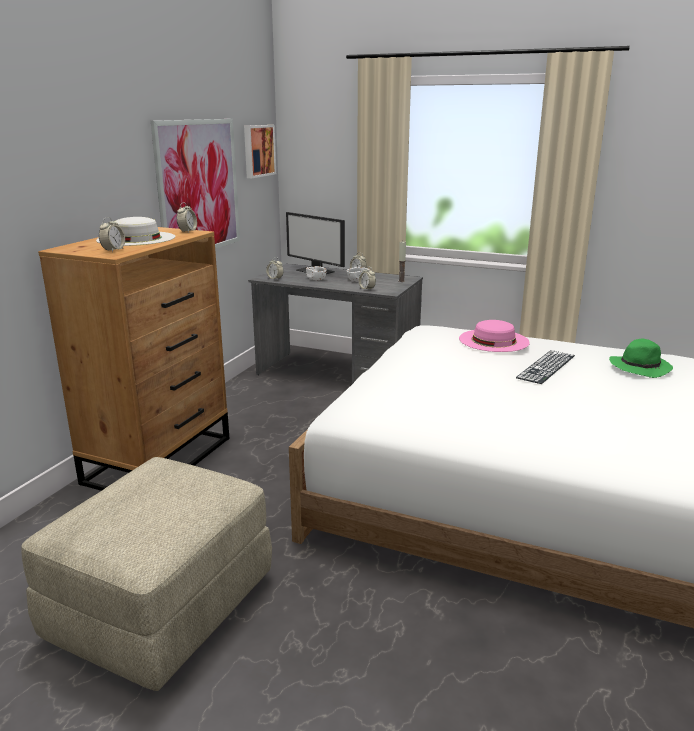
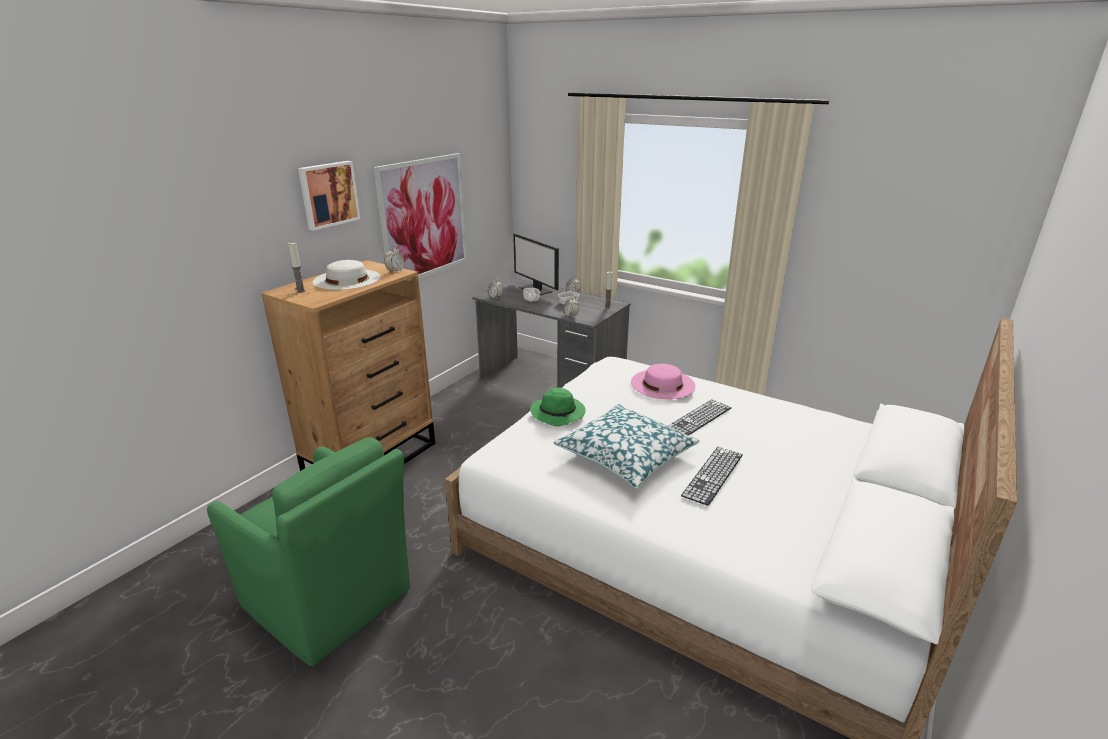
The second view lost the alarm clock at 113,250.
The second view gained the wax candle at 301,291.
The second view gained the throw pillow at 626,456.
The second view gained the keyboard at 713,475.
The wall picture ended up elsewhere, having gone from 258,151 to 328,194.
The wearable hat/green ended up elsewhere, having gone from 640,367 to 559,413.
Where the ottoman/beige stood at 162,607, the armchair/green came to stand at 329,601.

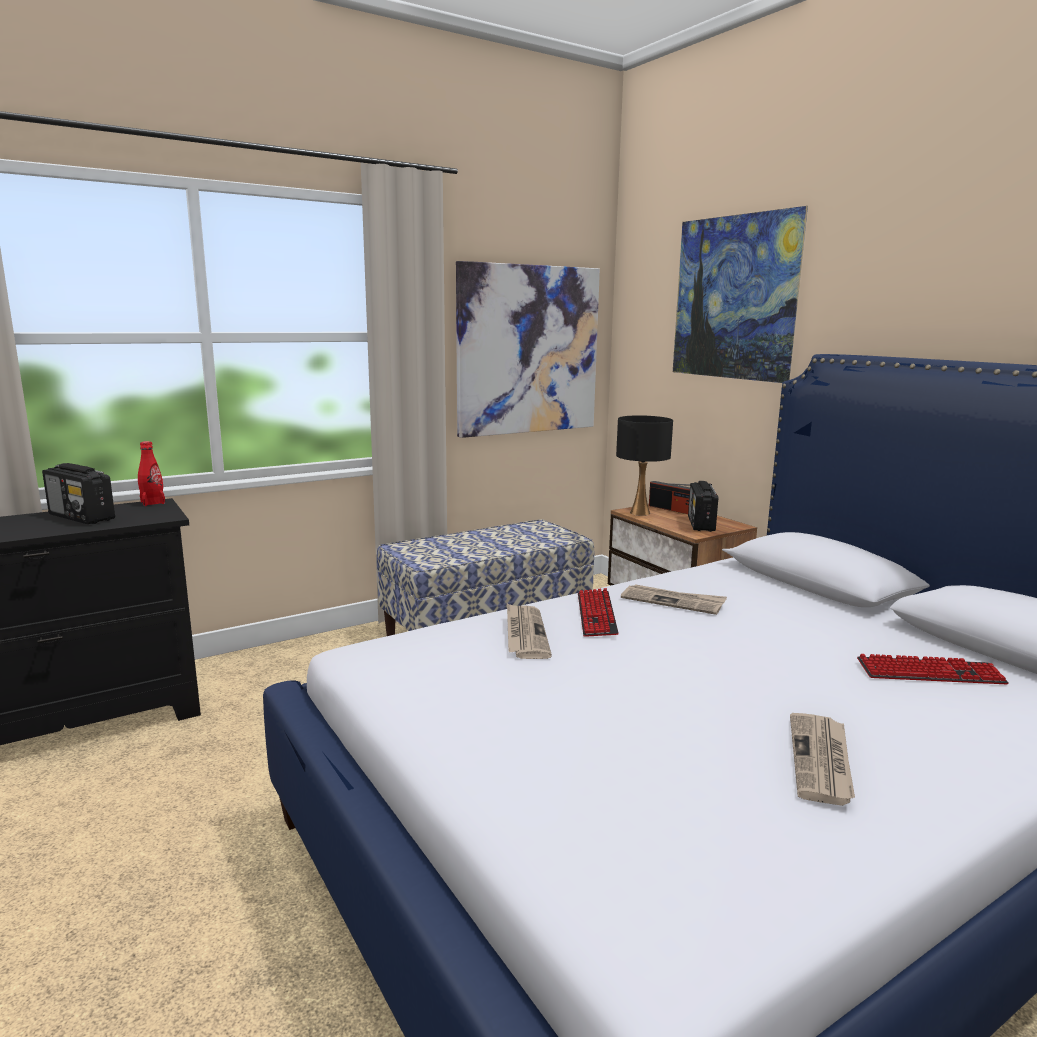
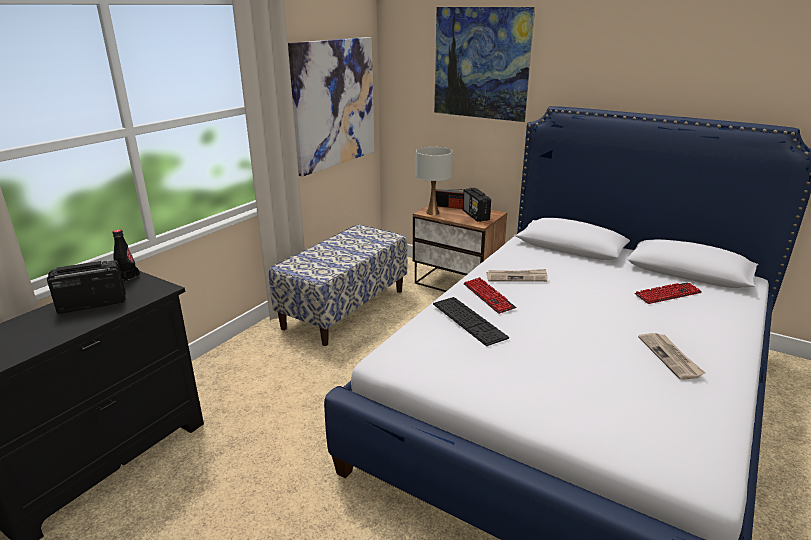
Where the daily paper stood at 525,634, the keyboard came to stand at 468,320.
What was the beverage bottle/reddish at 153,502 turned into the beverage bottle/black at 128,277.
What was the table lamp/black at 639,513 turned into the table lamp/whitish at 432,213.
The radio set at 82,517 ended up facing another way, 150 degrees clockwise from before.

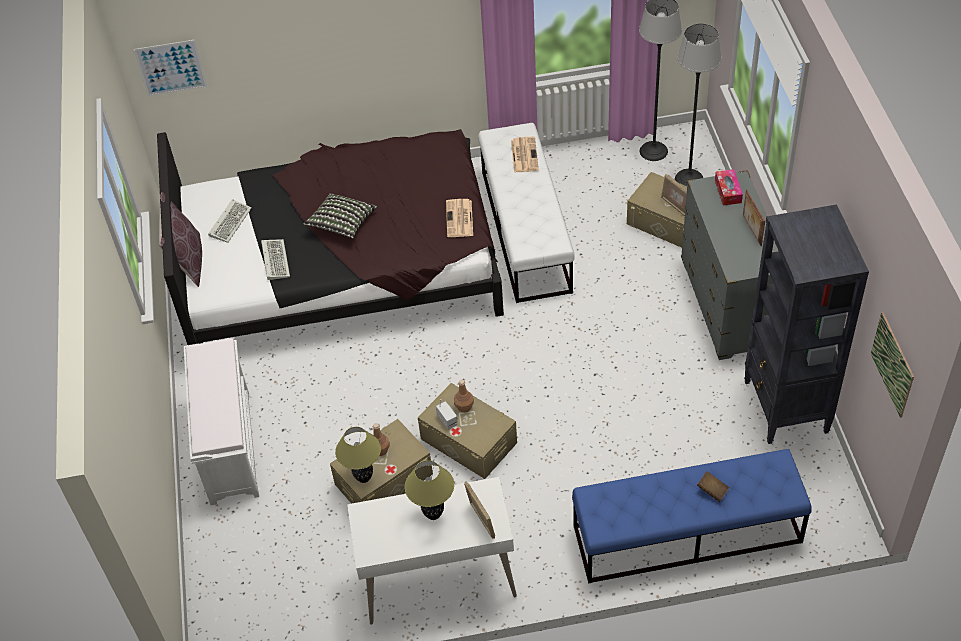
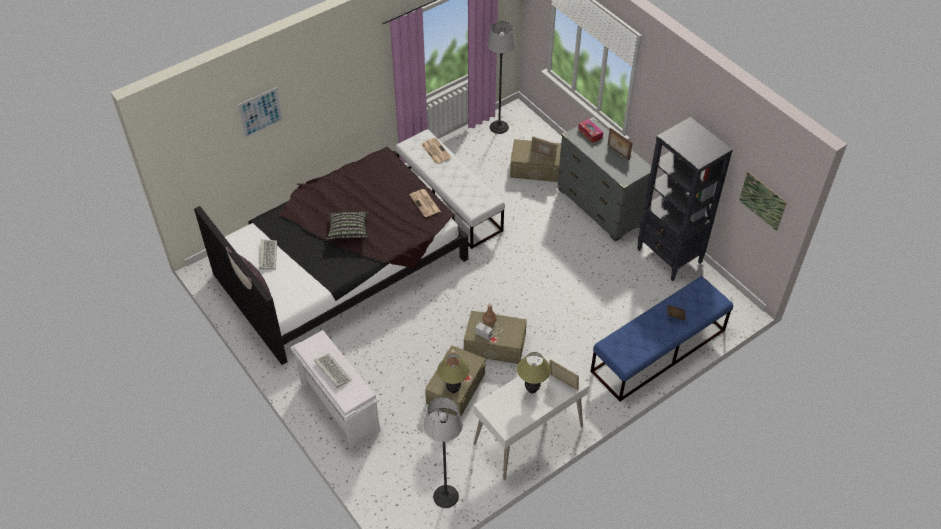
The wall picture ended up elsewhere, having gone from 171,68 to 260,112.
The keyboard ended up elsewhere, having gone from 274,260 to 331,371.
The standing lamp ended up elsewhere, having gone from 689,179 to 445,496.

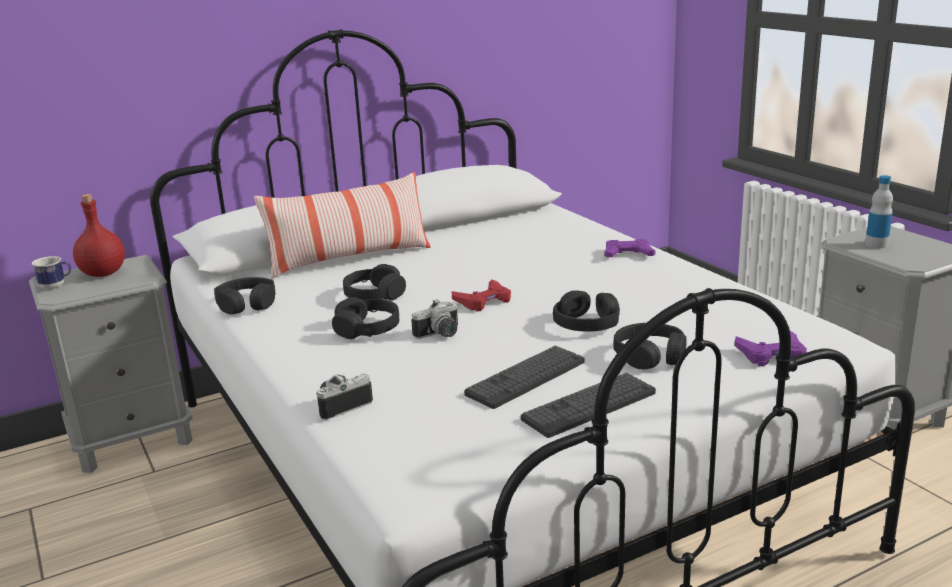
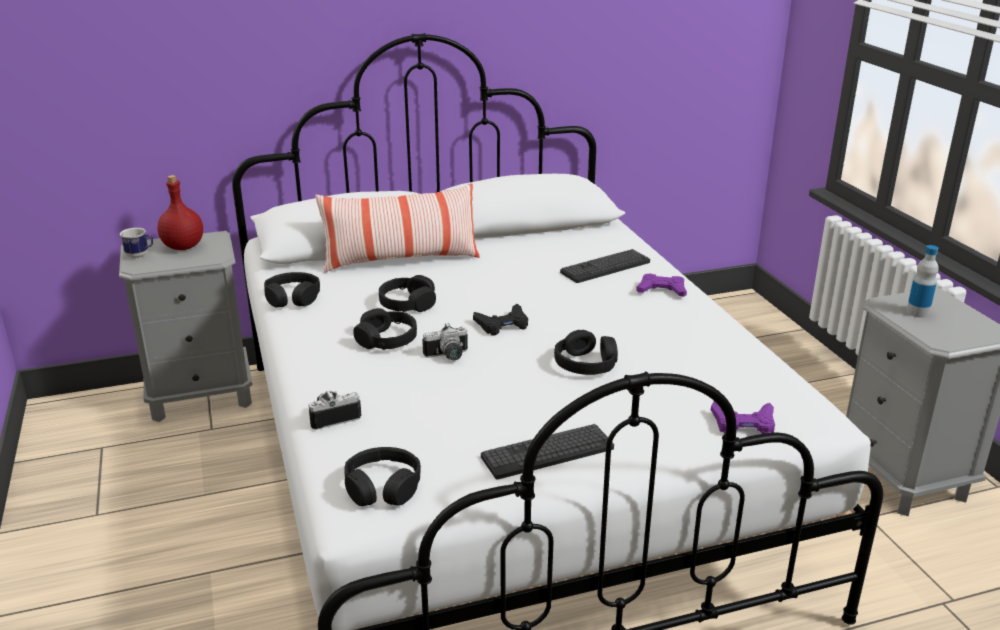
The keyboard ended up elsewhere, having gone from 526,378 to 605,267.
The headset/black ended up elsewhere, having gone from 650,356 to 383,487.
What was the joypad/reddish at 483,301 turned into the joypad/black at 502,324.

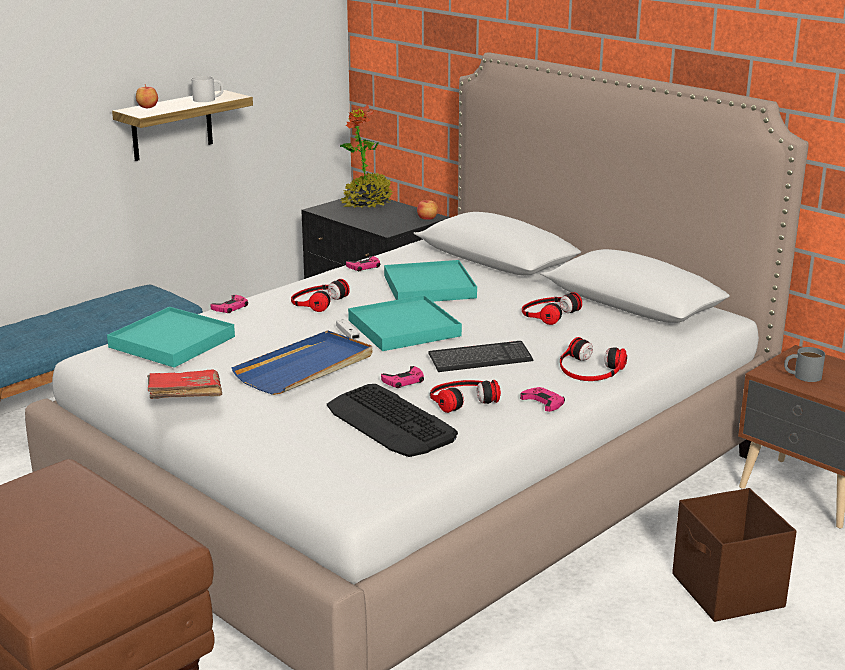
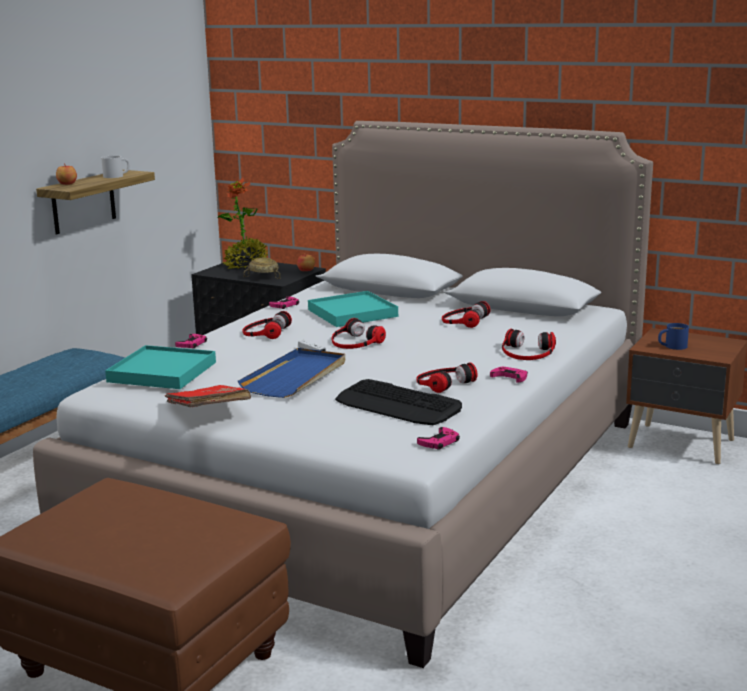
The second view lost the keyboard at 480,359.
The second view lost the storage box/brown-coloured at 727,592.
The second view gained the serving bowl/beige at 262,277.
The joypad/pinkish ended up elsewhere, having gone from 404,381 to 439,442.
Where the carrying tray/turquoise-coloured stood at 403,328, the headset came to stand at 355,342.
What was the coffee mug/gray at 802,376 turned into the coffee mug/blue at 672,346.

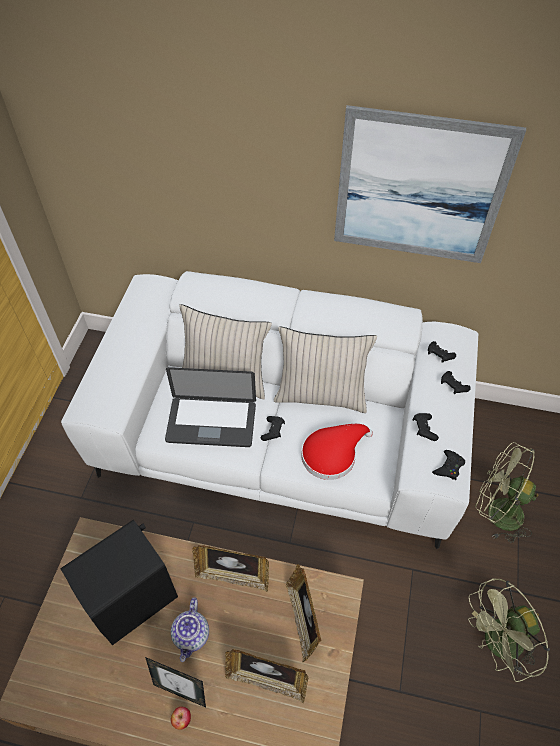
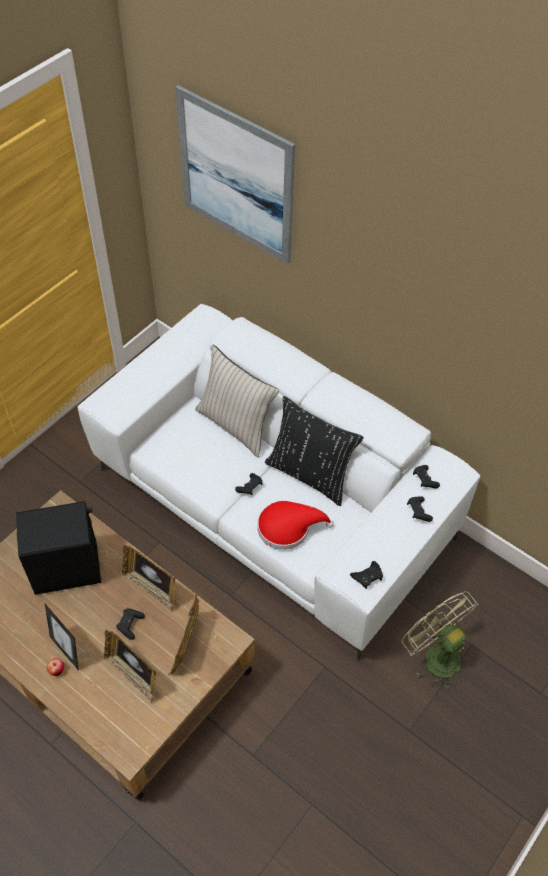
The second view lost the notebook computer at 211,423.
The second view lost the pot for tea at 192,635.
The second view lost the cooling fan/green at 496,645.
The wall picture ended up elsewhere, having gone from 419,189 to 236,176.
The joypad/black ended up elsewhere, having gone from 423,429 to 130,625.
What was the throw pillow/beige at 321,395 turned into the throw pillow/black at 310,474.

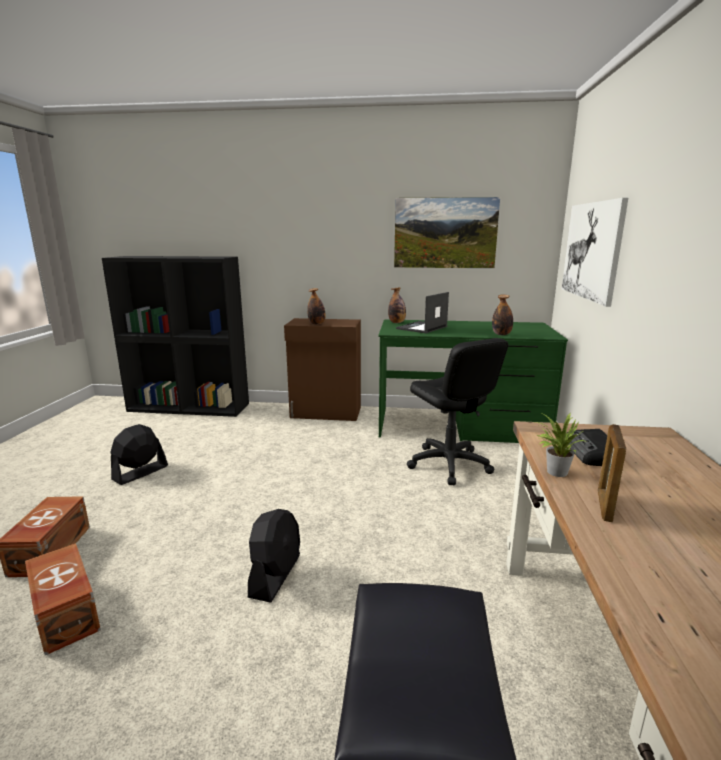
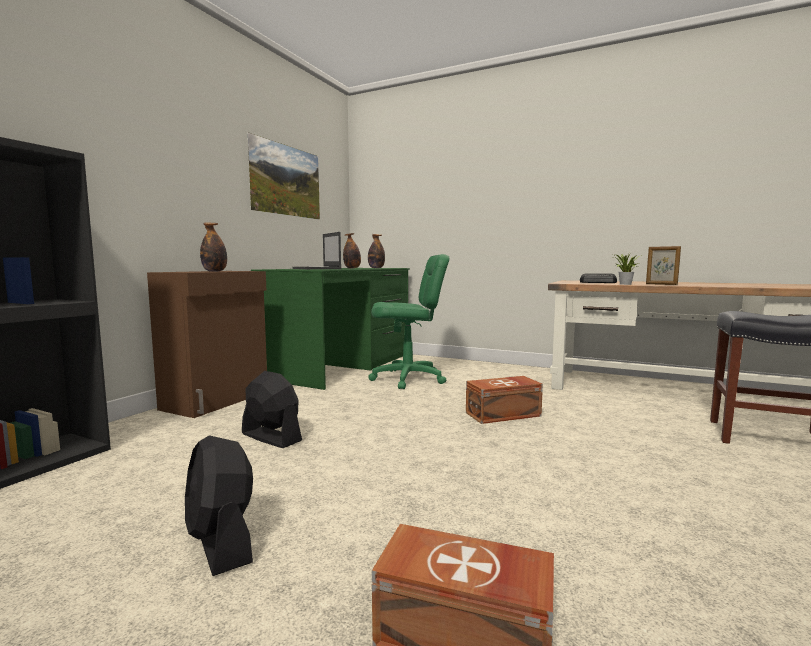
The second view lost the wall picture at 592,250.
The storage box/brown-coloured ended up elsewhere, having gone from 64,614 to 504,414.
The cooling fan/black ended up elsewhere, having gone from 275,575 to 271,437.
The beverage bottle ended up elsewhere, having gone from 397,322 to 352,268.
What was the desk chair/black at 449,464 turned into the desk chair/green at 408,379.

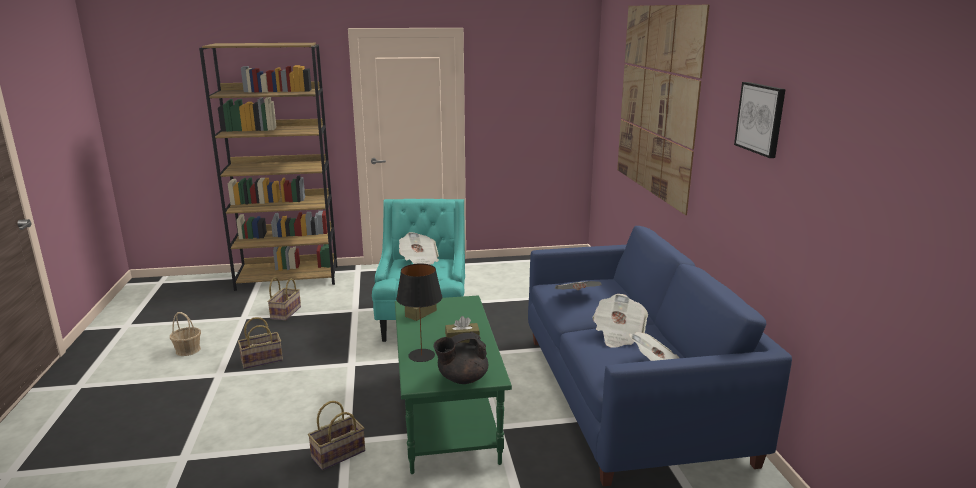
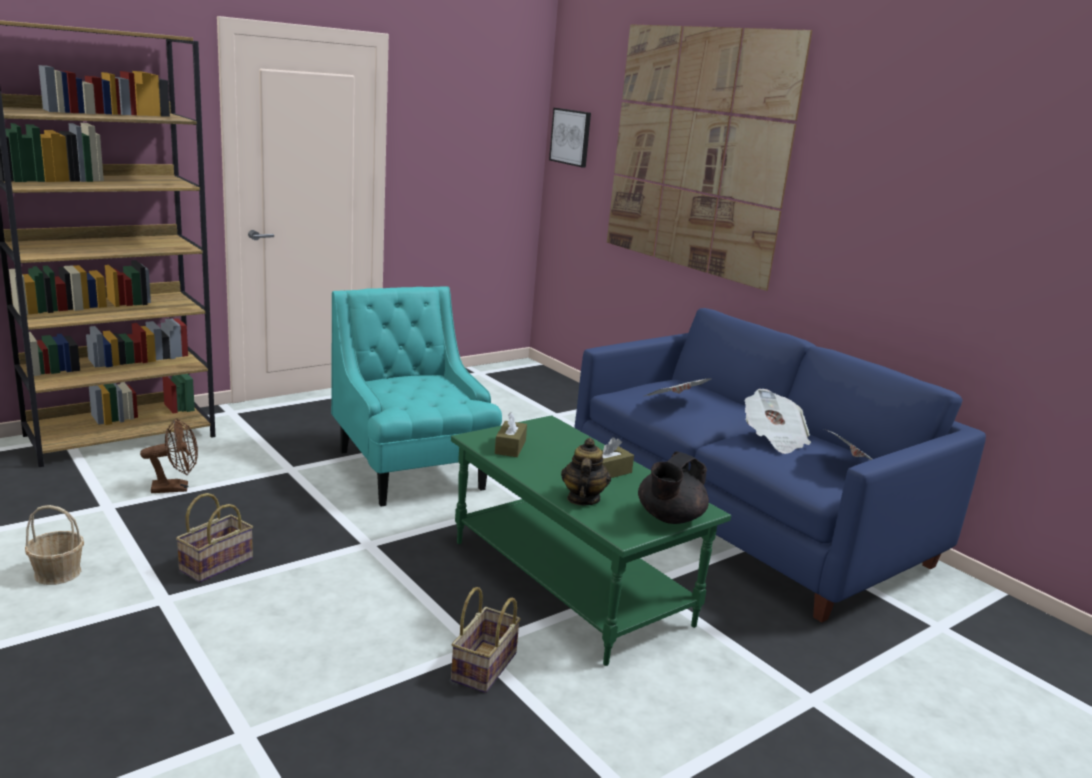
The second view lost the daily paper at 419,261.
The wall picture ended up elsewhere, having gone from 760,118 to 571,137.
Where the basket stood at 285,312, the cooling fan/brown-coloured came to stand at 176,488.
Where the table lamp/black stood at 421,355, the pot for tea came to stand at 583,499.

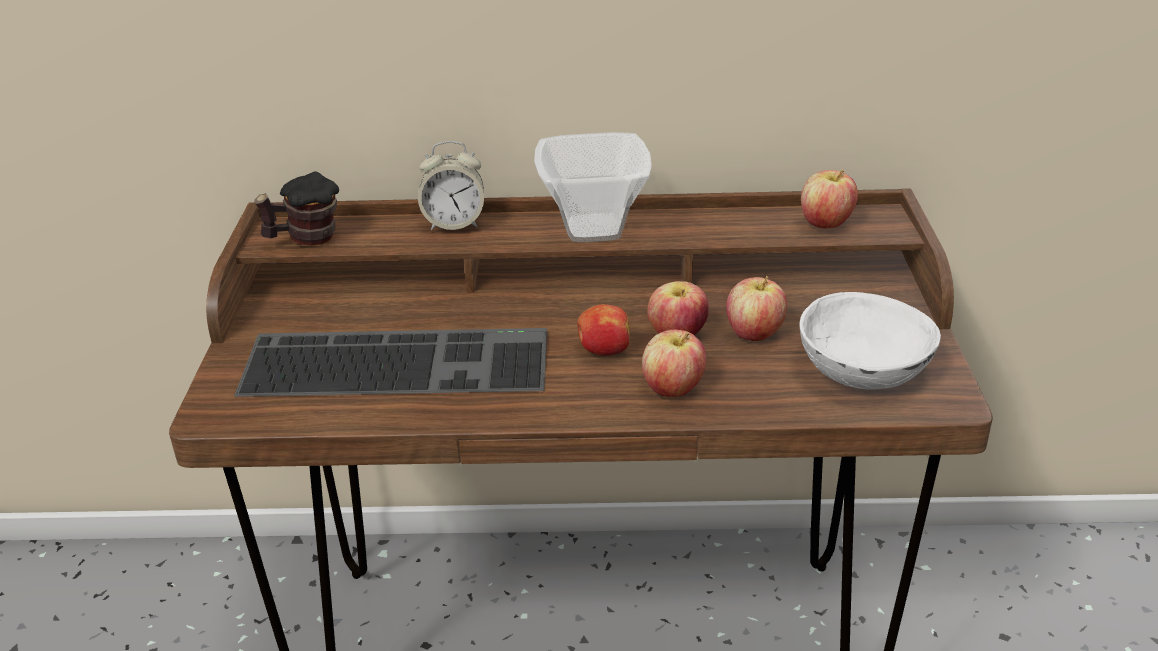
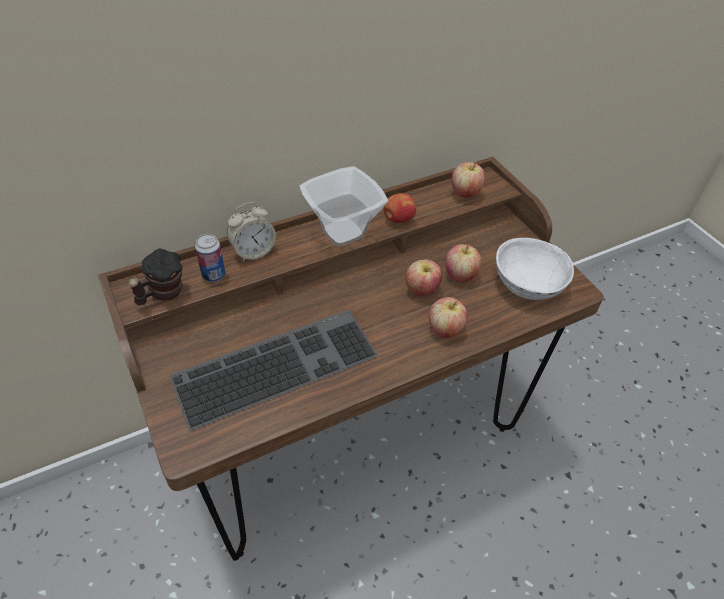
The second view gained the can at 213,275.
The whole apple ended up elsewhere, having gone from 603,351 to 398,219.

